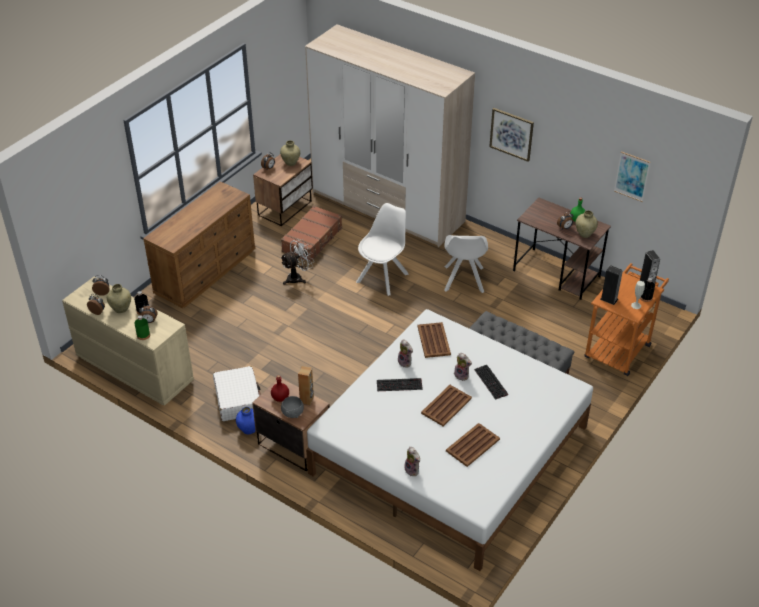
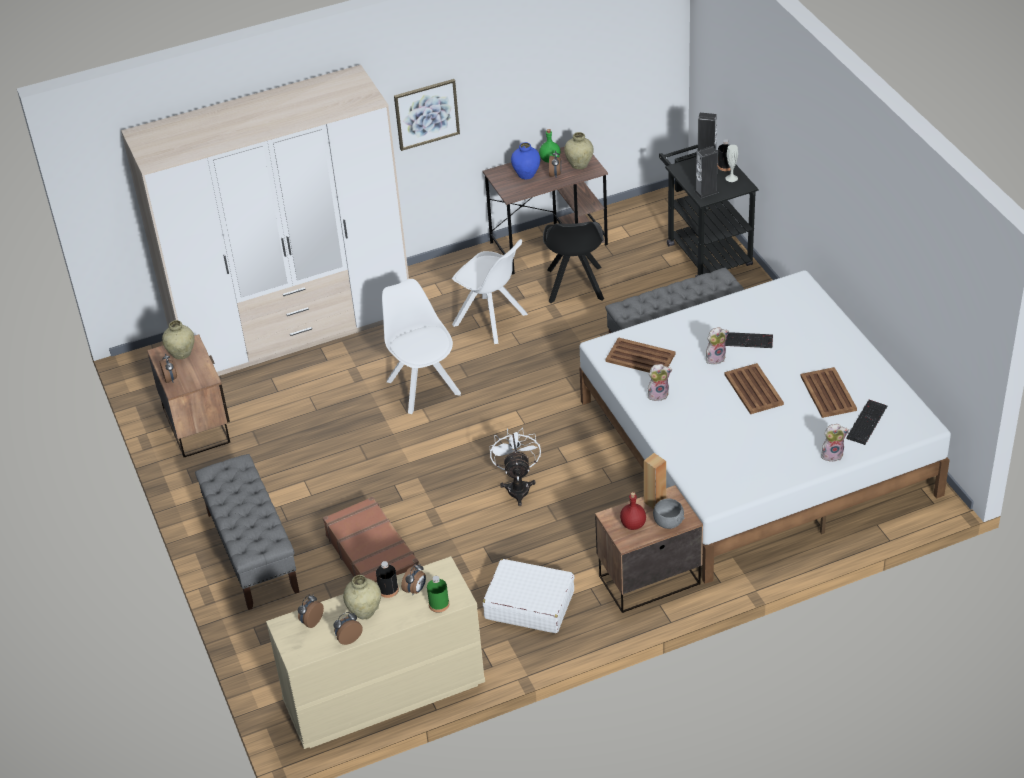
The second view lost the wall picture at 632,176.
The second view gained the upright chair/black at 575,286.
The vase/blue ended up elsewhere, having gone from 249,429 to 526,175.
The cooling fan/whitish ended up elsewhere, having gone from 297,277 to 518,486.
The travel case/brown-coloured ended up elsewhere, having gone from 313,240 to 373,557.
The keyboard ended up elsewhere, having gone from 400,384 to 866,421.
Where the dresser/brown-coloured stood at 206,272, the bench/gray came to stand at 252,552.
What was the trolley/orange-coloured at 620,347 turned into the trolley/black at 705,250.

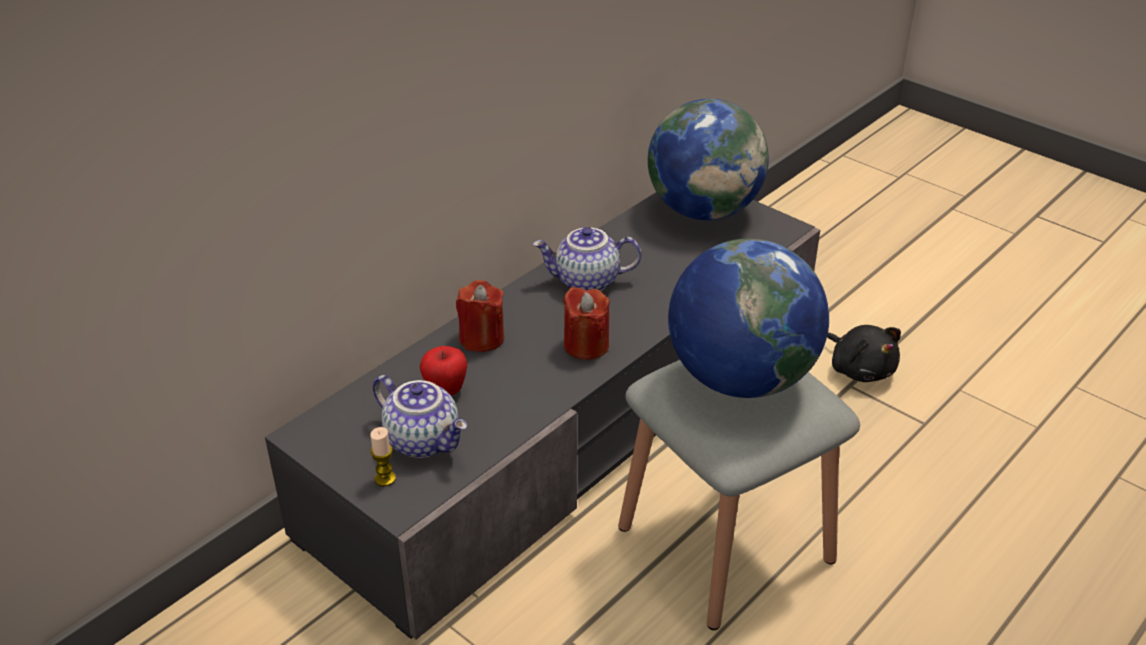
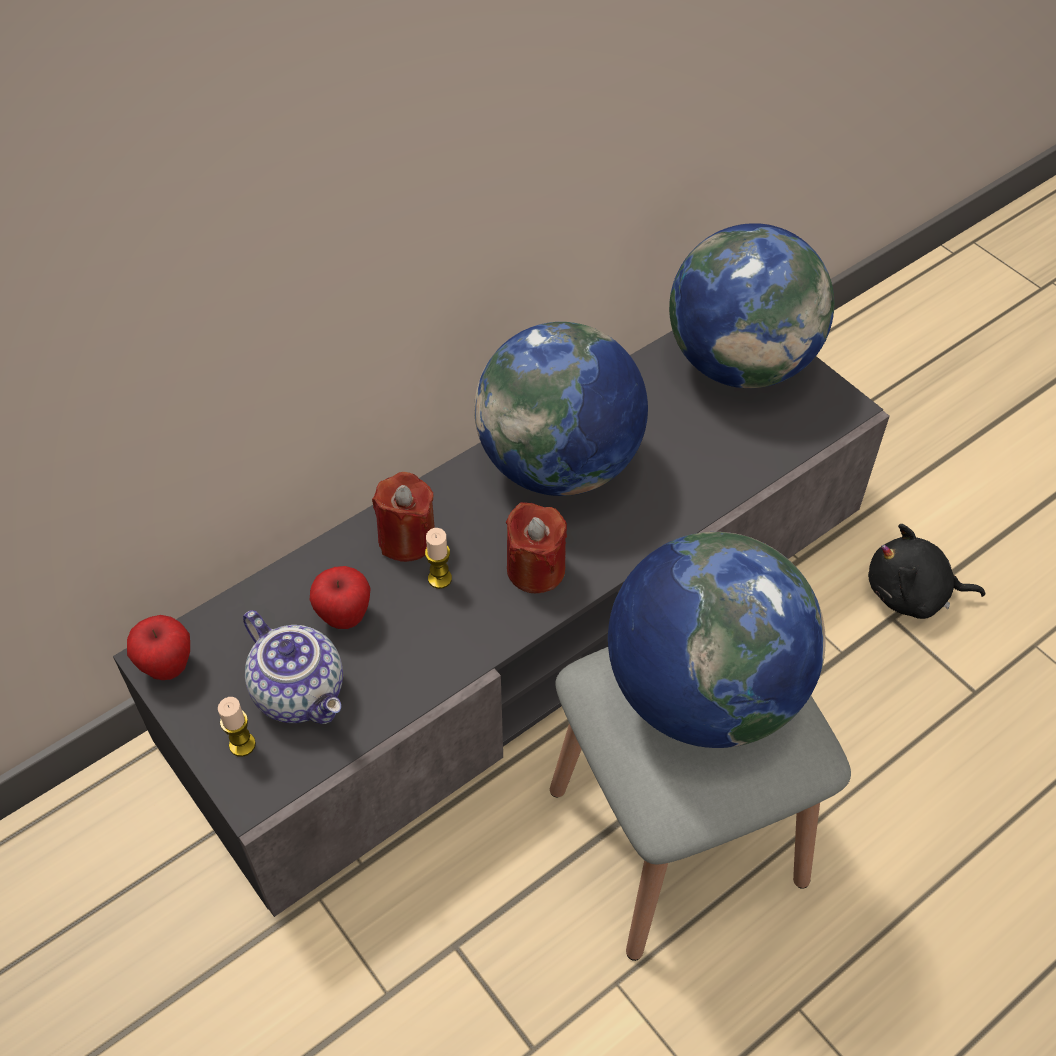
The second view gained the whole apple at 167,666.
The second view gained the wax candle at 439,578.
Where the pot for tea stood at 586,282, the desk globe came to stand at 559,465.
The plush toy/black at 860,369 ended up facing another way, 120 degrees clockwise from before.

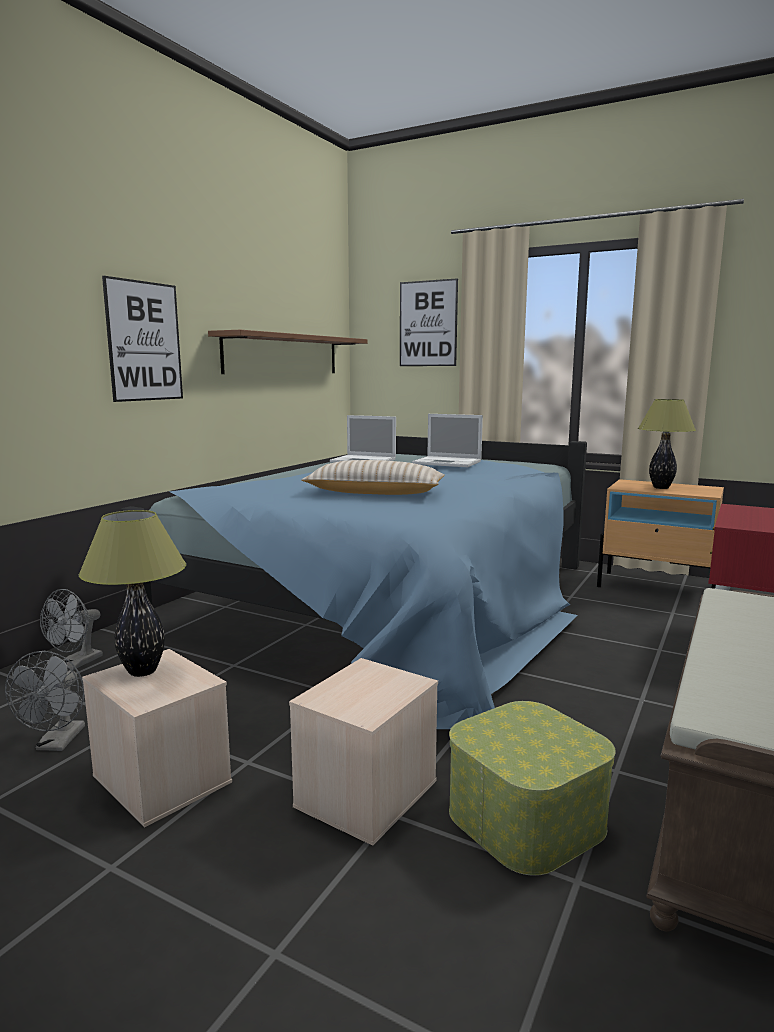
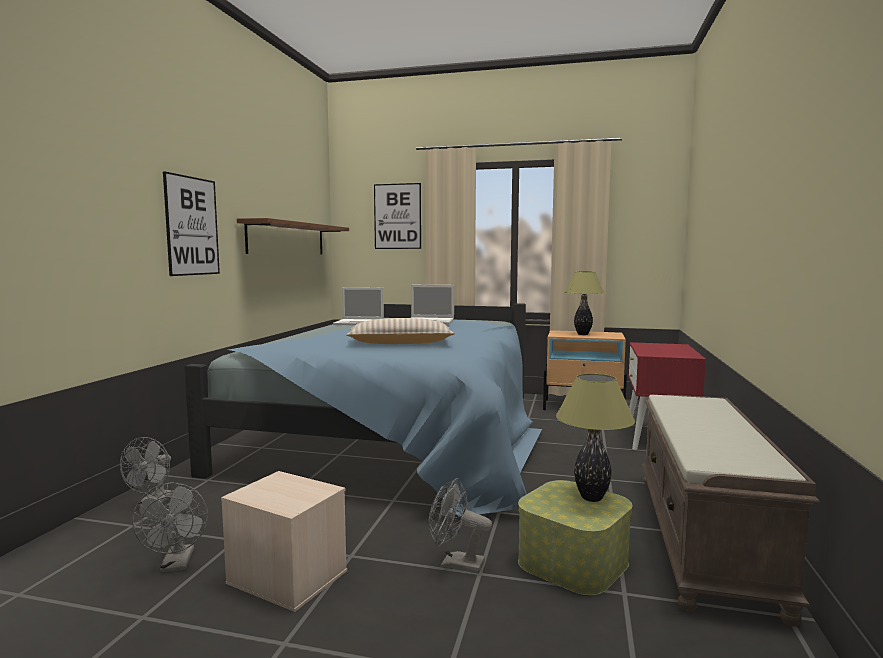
The table lamp ended up elsewhere, having gone from 143,671 to 592,498.
Where the storage box/beige stood at 367,795, the cooling fan/gray came to stand at 455,564.

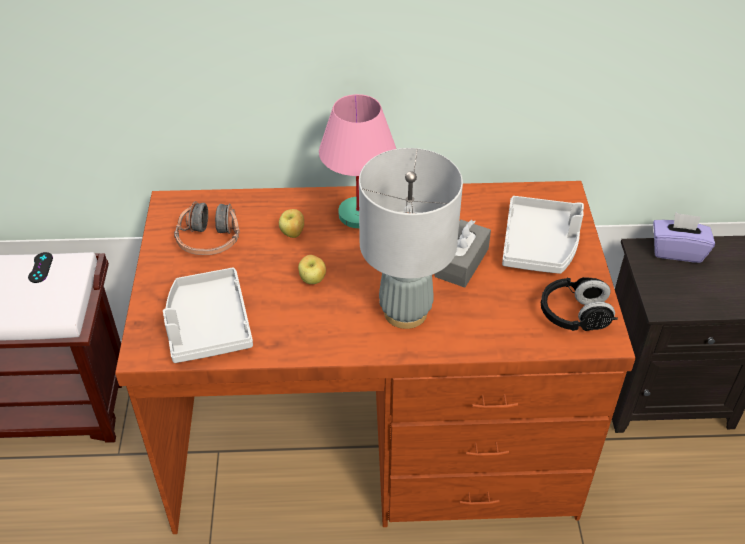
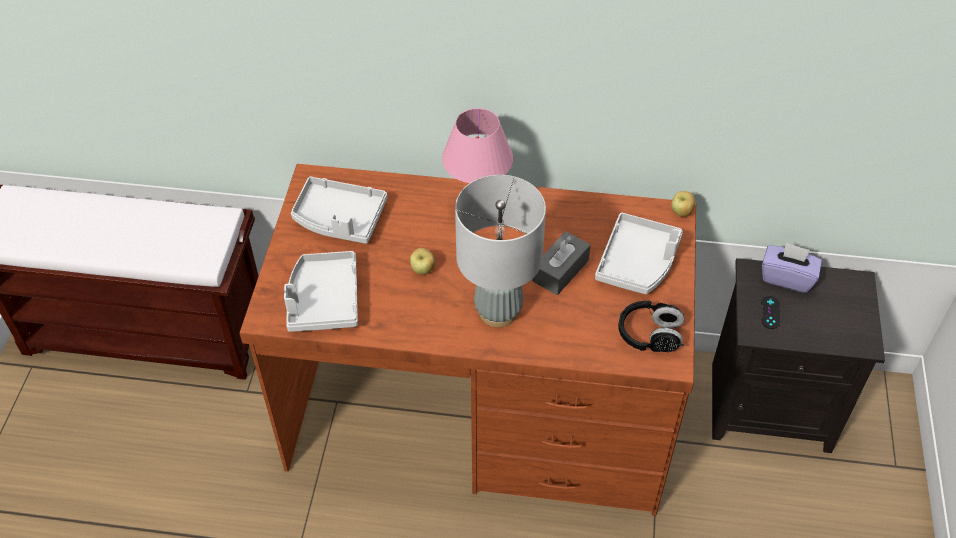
The joypad/black ended up elsewhere, having gone from 40,267 to 770,312.
The whole apple ended up elsewhere, having gone from 293,234 to 681,212.
Where the headset stood at 209,240, the carrying tray/gray came to stand at 339,219.

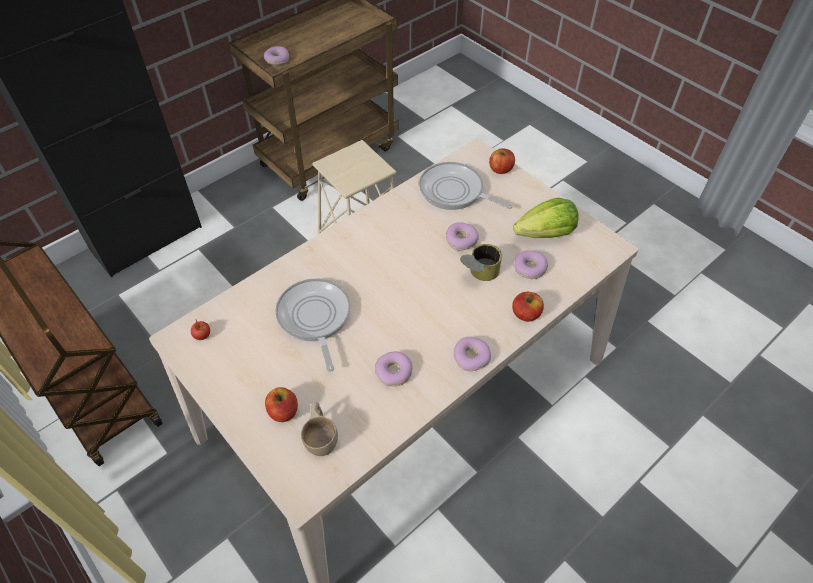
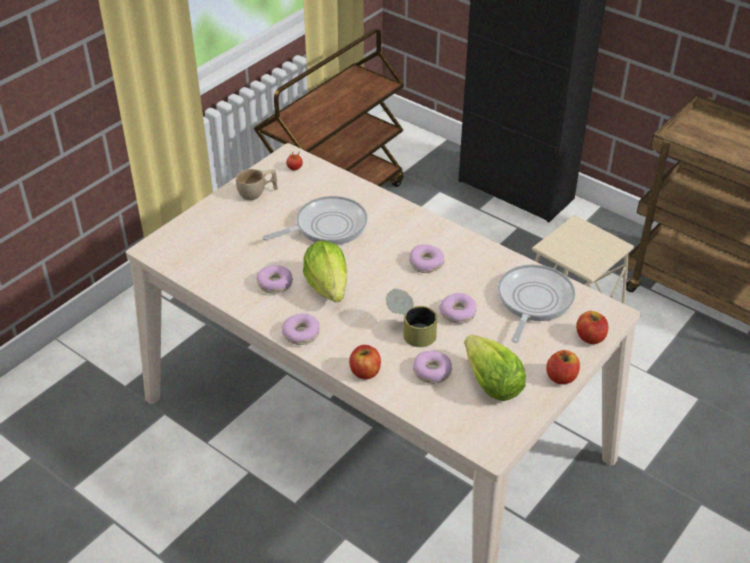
The second view gained the head of lettuce at 328,287.
The donut ended up elsewhere, having gone from 277,60 to 426,263.
The whole apple ended up elsewhere, having gone from 283,411 to 561,377.
The drinking cup/beige ended up elsewhere, having gone from 321,437 to 257,194.

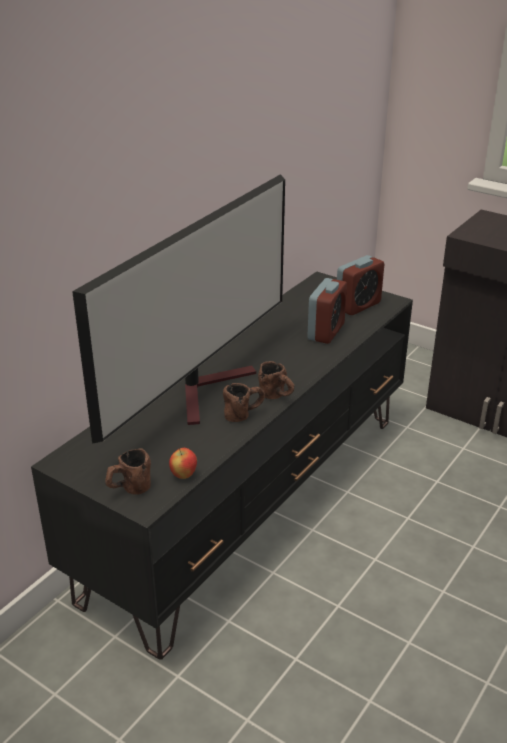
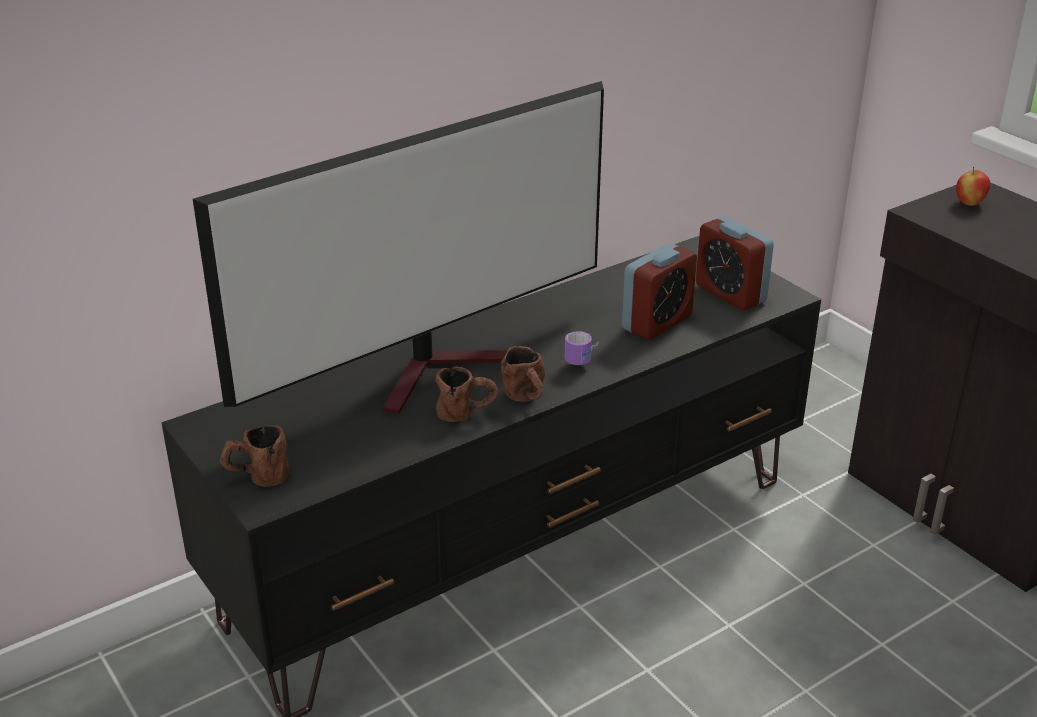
The second view gained the coffee mug at 585,358.
The whole apple ended up elsewhere, having gone from 183,475 to 969,203.
The alarm clock at 358,305 ended up facing another way, 75 degrees clockwise from before.

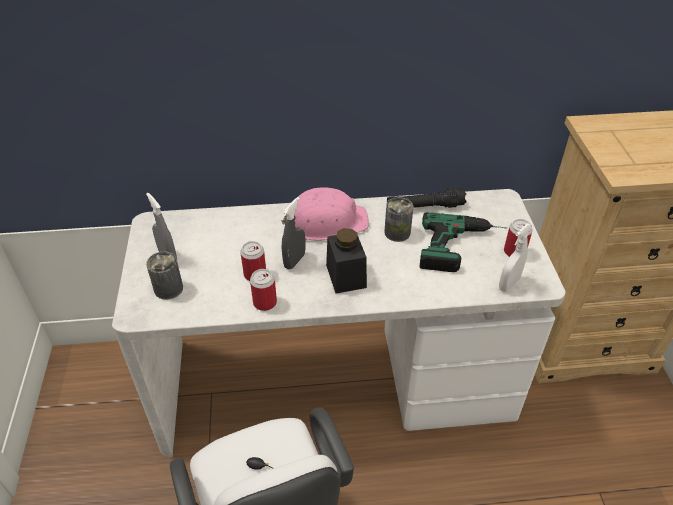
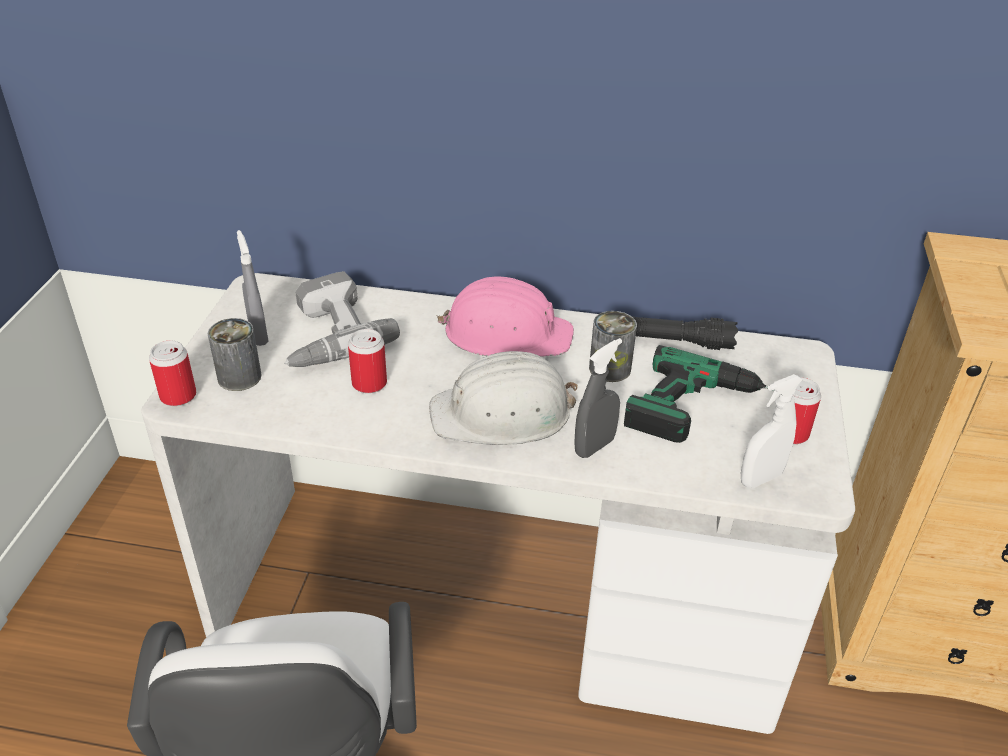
The second view gained the drill at 326,335.
The can ended up elsewhere, having gone from 265,302 to 178,396.
The spray bottle/gray ended up elsewhere, having gone from 294,261 to 594,446.
Where the preserve jar/black stood at 346,276, the safety helmet/whitish came to stand at 503,413.

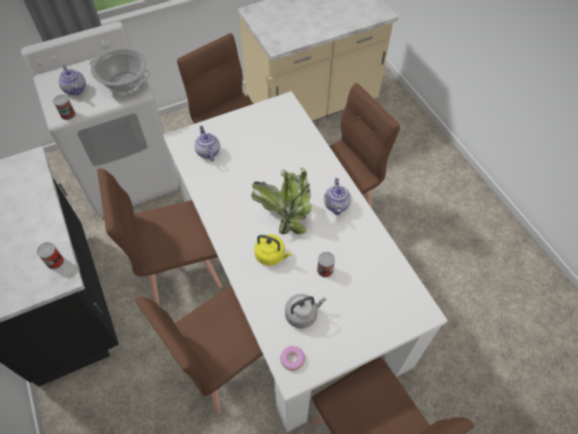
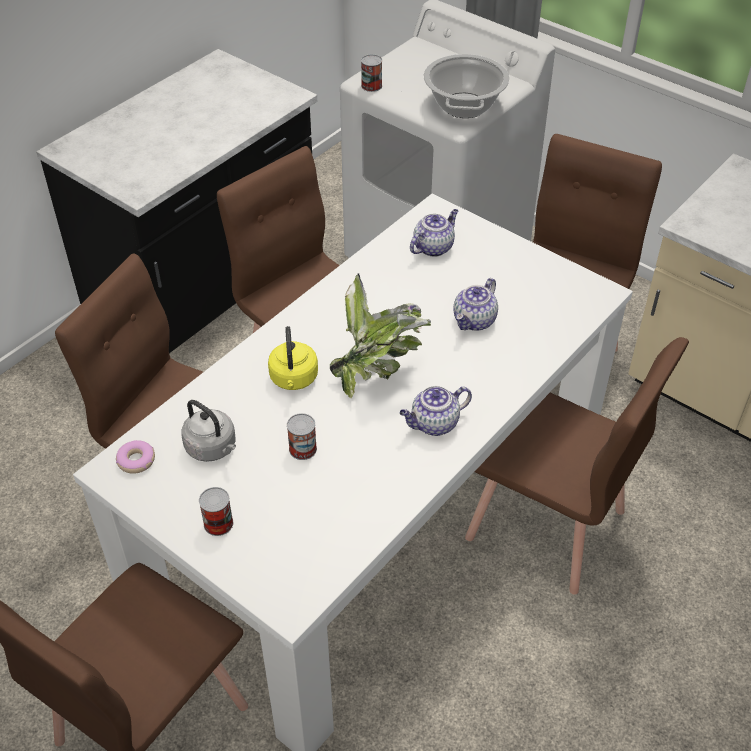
The can ended up elsewhere, having gone from 55,261 to 218,523.
The pot for tea ended up elsewhere, having gone from 76,89 to 475,321.

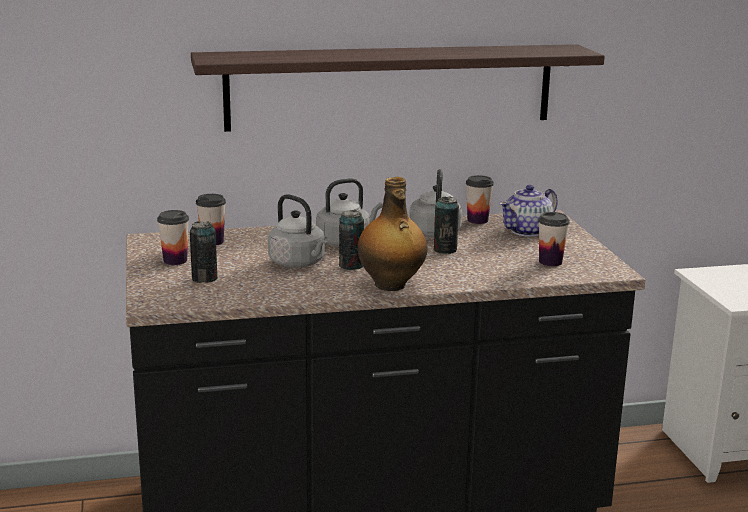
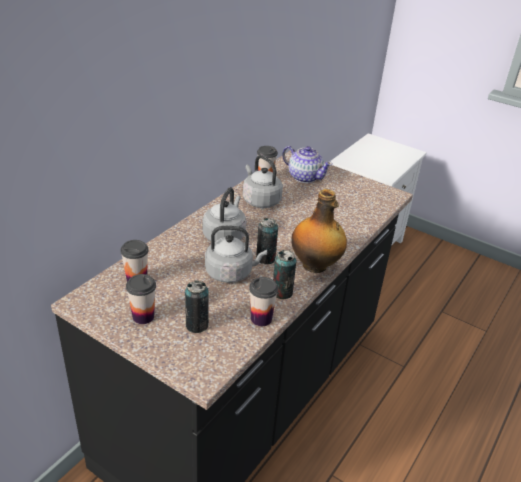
The second view lost the wall shelf at 390,87.
The can ended up elsewhere, having gone from 445,250 to 282,292.
The drinking cup ended up elsewhere, having gone from 550,262 to 261,319.
The pot for tea at 527,231 ended up facing another way, 60 degrees counterclockwise from before.

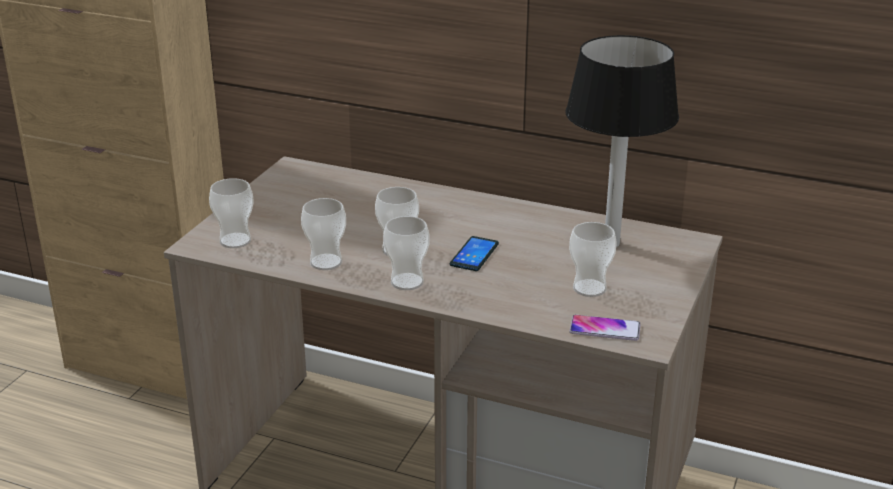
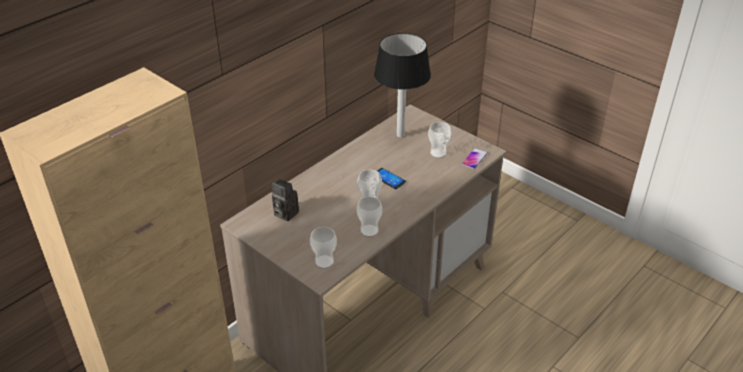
The second view lost the drinking cup at 407,282.
The second view gained the photo camera at 284,213.

